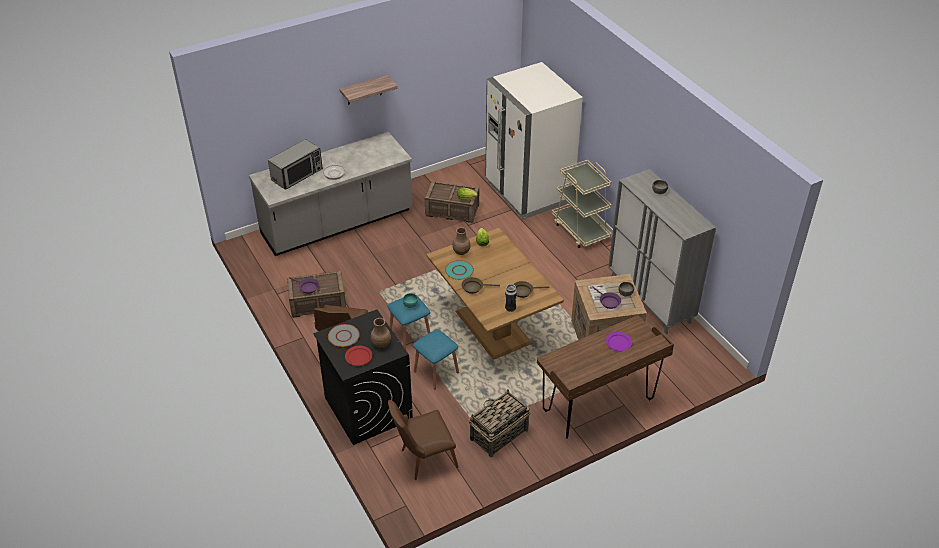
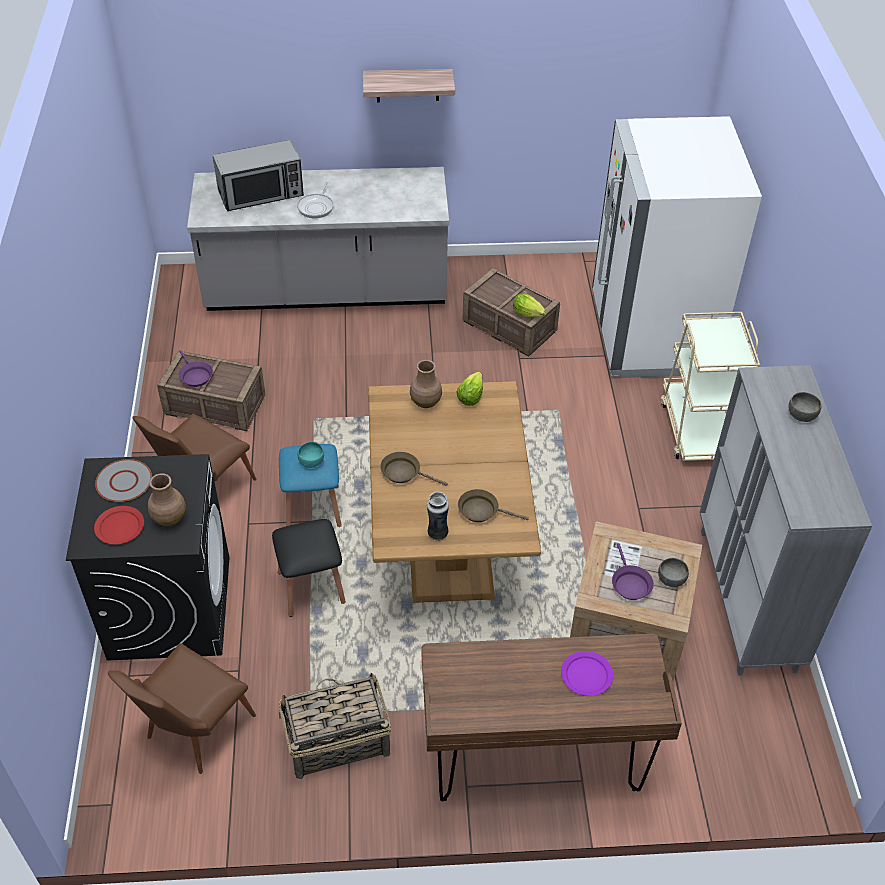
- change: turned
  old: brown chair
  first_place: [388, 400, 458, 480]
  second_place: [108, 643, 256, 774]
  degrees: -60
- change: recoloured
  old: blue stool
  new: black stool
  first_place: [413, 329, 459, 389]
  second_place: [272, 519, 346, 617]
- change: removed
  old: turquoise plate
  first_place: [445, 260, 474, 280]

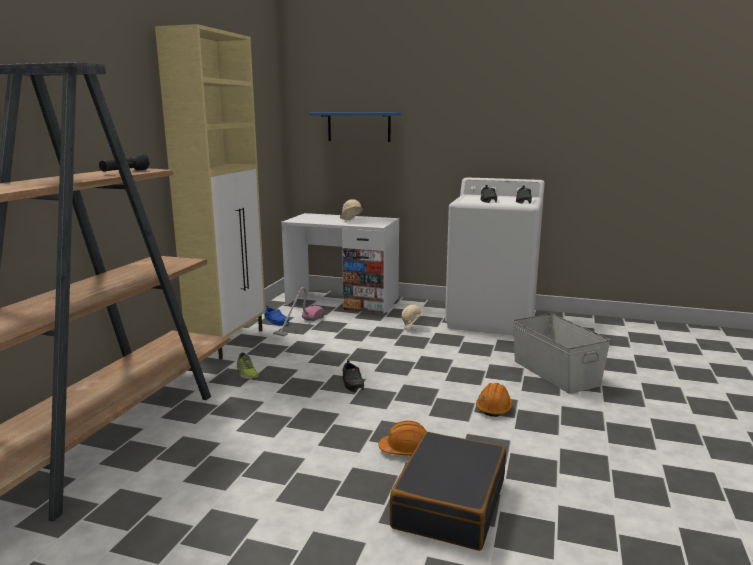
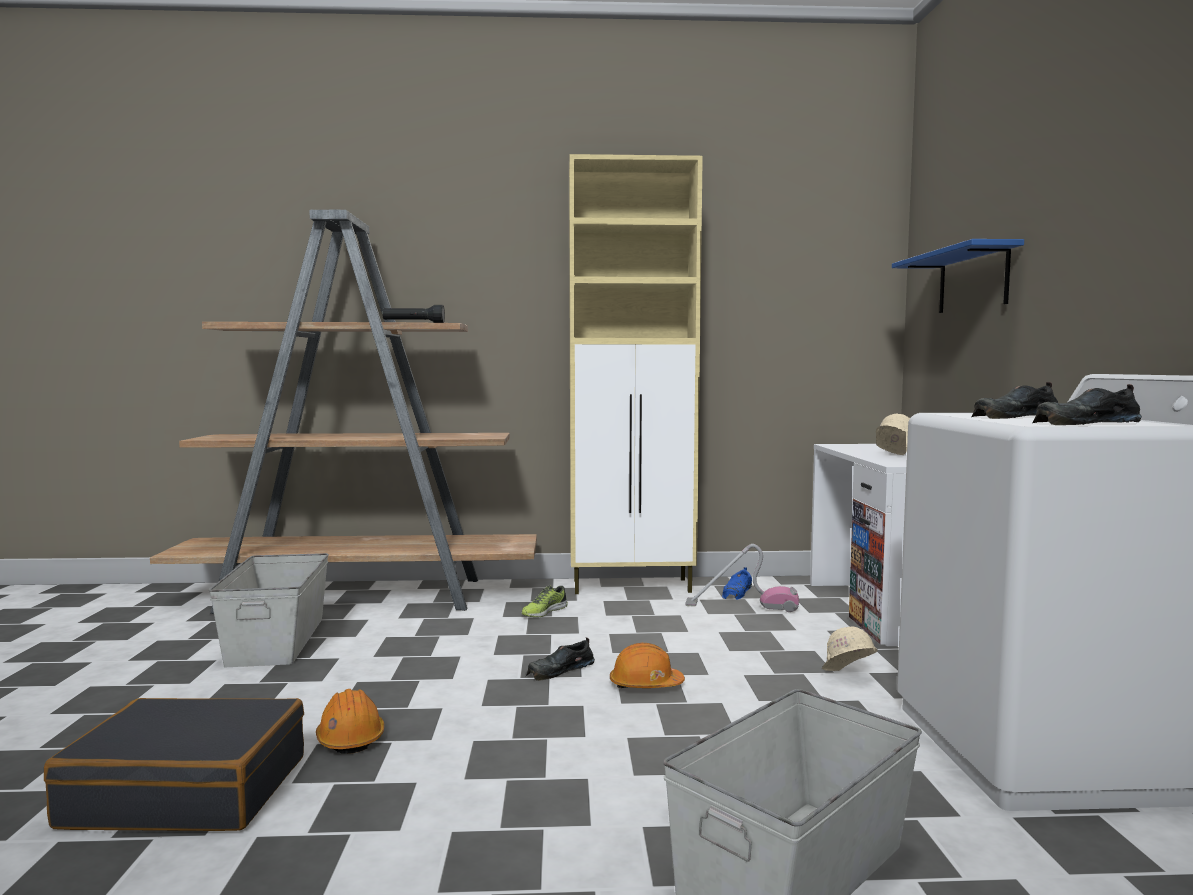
- change: added
  new: grey storage box
  second_place: [209, 553, 329, 667]
- change: moved
  old: orange hard hat
  first_place: [476, 383, 512, 417]
  second_place: [610, 643, 685, 688]

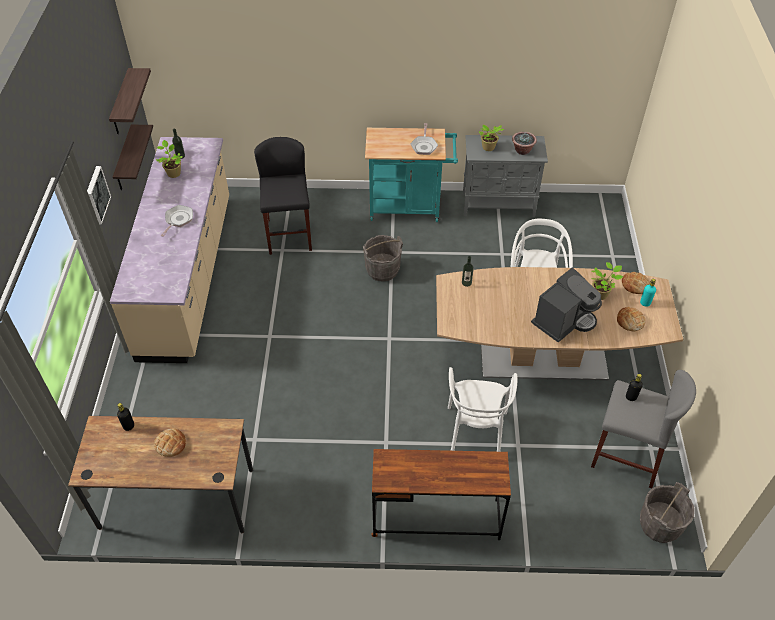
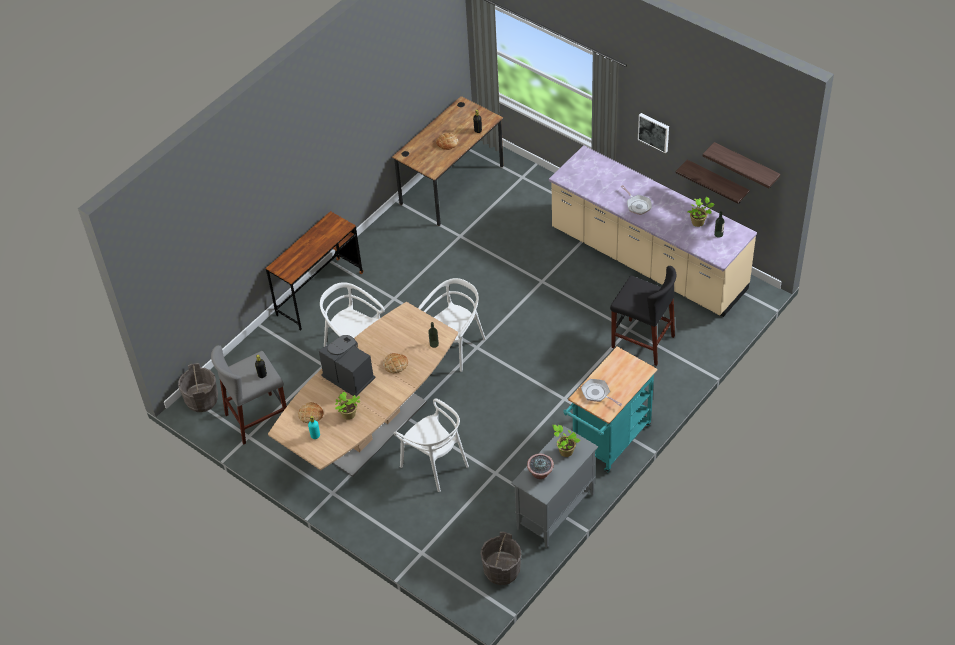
- change: turned
  old: coffee machine
  first_place: [531, 267, 602, 343]
  second_place: [319, 335, 375, 396]
  degrees: 135
- change: moved
  old: bread
  first_place: [622, 272, 650, 294]
  second_place: [383, 353, 408, 373]
- change: added
  new: white chair
  second_place: [418, 278, 486, 372]
- change: moved
  old: grey bucket
  first_place: [363, 235, 403, 282]
  second_place: [480, 532, 521, 585]

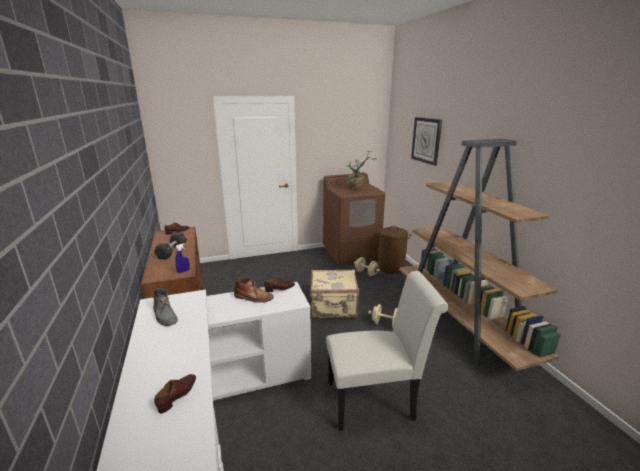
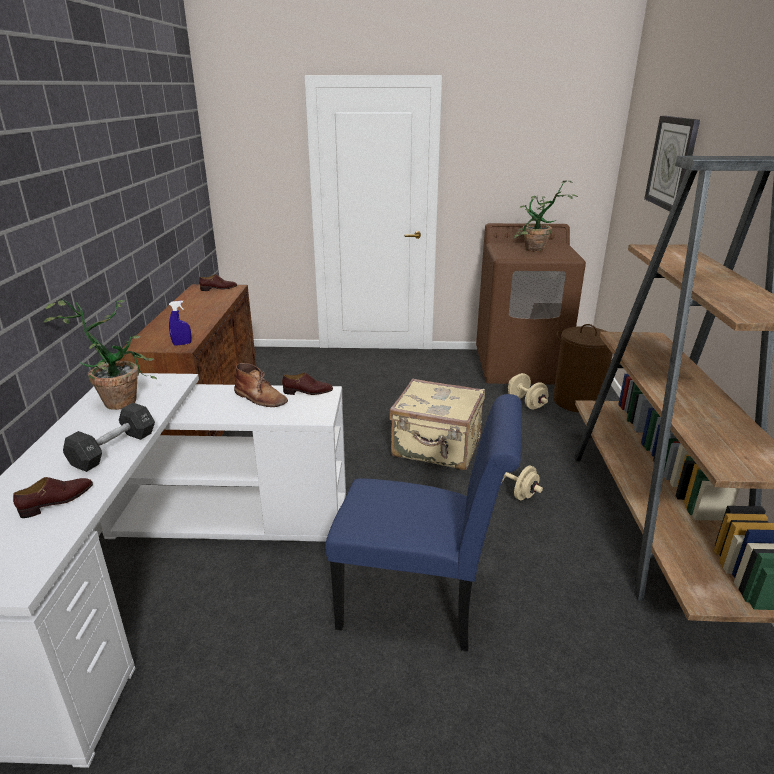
- change: replaced
  old: grey boot
  new: potted plant
  first_place: [153, 288, 178, 326]
  second_place: [44, 299, 157, 410]
- change: moved
  old: black dumbbell
  first_place: [154, 233, 187, 260]
  second_place: [63, 403, 155, 472]
- change: recoloured
  old: white chair
  new: blue chair
  first_place: [326, 271, 449, 431]
  second_place: [325, 394, 522, 651]

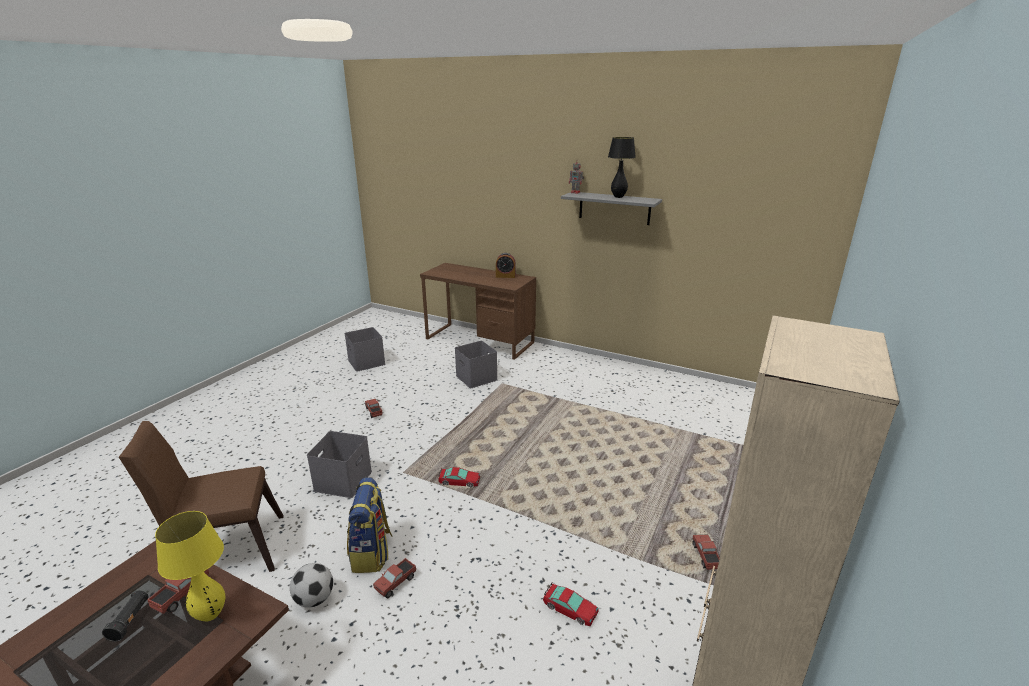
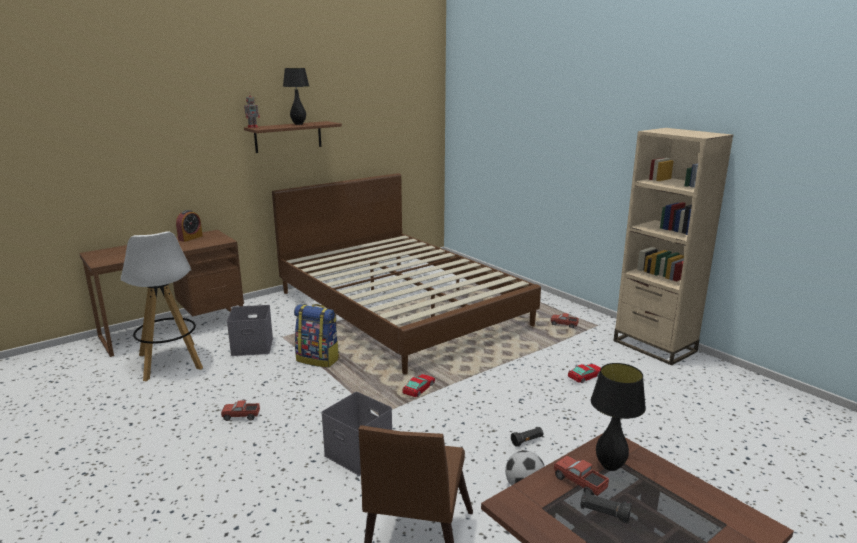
- change: added
  new: white stool
  second_place: [121, 231, 203, 381]
- change: recoloured
  old: grey shelf
  new: brown shelf
  first_place: [561, 192, 662, 225]
  second_place: [244, 121, 342, 153]
- change: added
  new: brown bed
  second_place: [272, 173, 541, 374]
- change: moved
  old: backpack
  first_place: [347, 477, 393, 573]
  second_place: [294, 304, 339, 368]
- change: replaced
  old: toy truck
  new: black flashlight
  first_place: [373, 558, 416, 598]
  second_place: [511, 427, 544, 447]
- change: recoloured
  old: yellow table lamp
  new: black table lamp
  first_place: [155, 511, 225, 621]
  second_place: [591, 363, 646, 471]
- change: removed
  old: grey storage box
  first_place: [344, 327, 385, 372]

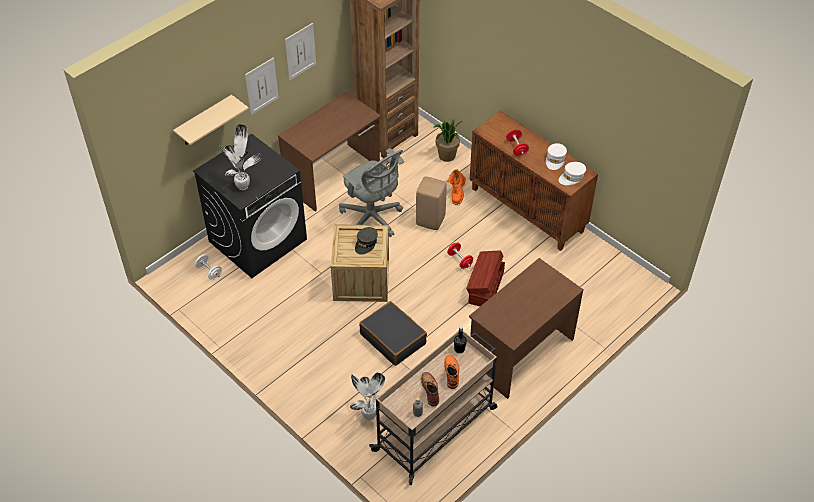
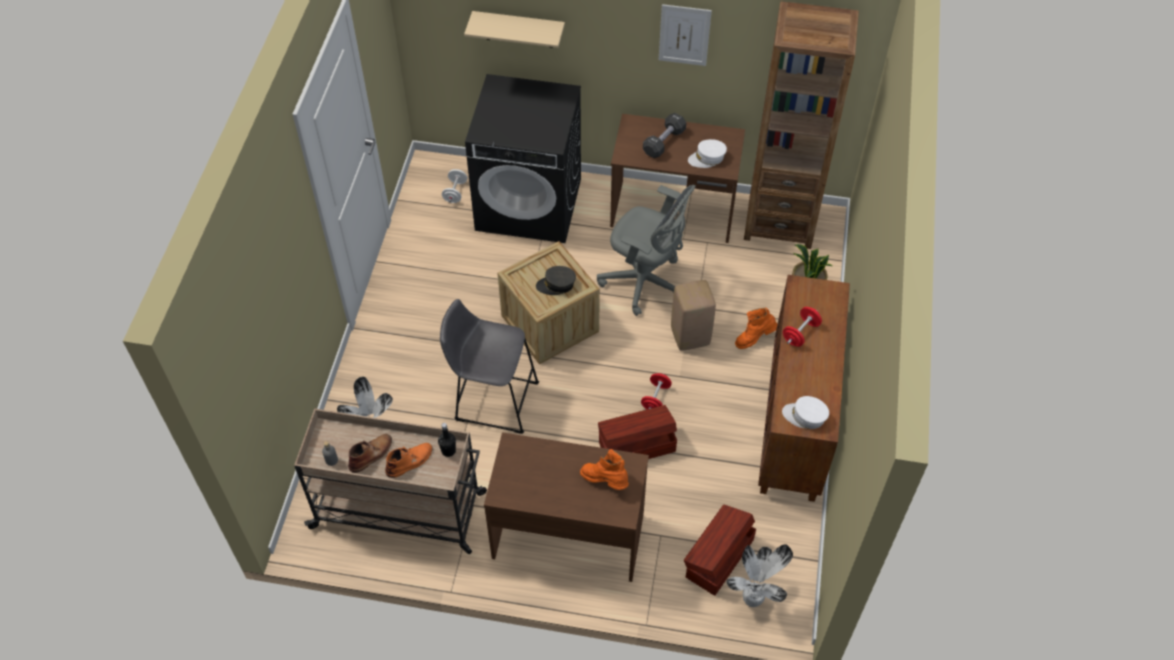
- change: replaced
  old: black suitcase
  new: grey stool
  first_place: [359, 301, 427, 366]
  second_place: [440, 299, 539, 434]
- change: added
  new: orange boot
  second_place: [580, 449, 629, 490]
- change: turned
  old: grey office chair
  first_place: [339, 148, 404, 237]
  second_place: [597, 185, 696, 316]
  degrees: -75
- change: added
  new: black dumbbell
  second_place: [643, 113, 686, 158]
- change: added
  new: brown storage box
  second_place: [684, 504, 756, 596]
- change: moved
  old: white cap
  first_place: [546, 143, 567, 170]
  second_place: [688, 139, 727, 168]
- change: moved
  old: potted plant
  first_place: [219, 124, 262, 190]
  second_place: [726, 544, 793, 607]
- change: removed
  old: picture
  first_place: [245, 58, 279, 115]

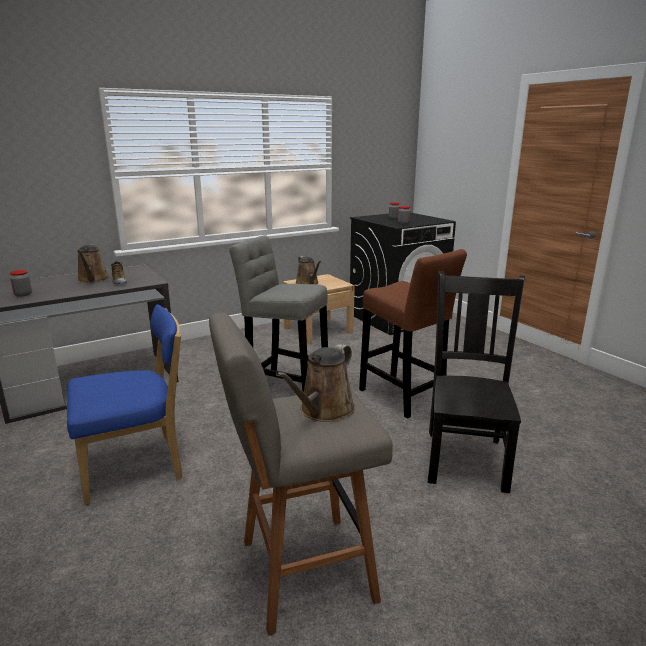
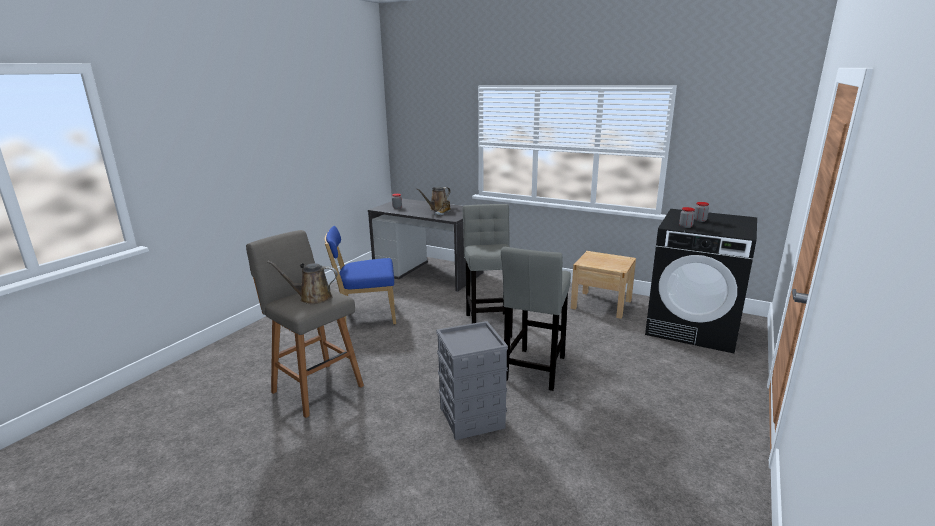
- change: turned
  old: blue chair
  first_place: [67, 304, 183, 505]
  second_place: [325, 226, 396, 325]
  degrees: 135
- change: replaced
  old: black chair
  new: grey storage box
  first_place: [428, 272, 525, 493]
  second_place: [436, 321, 508, 440]
- change: recoloured
  old: brown stool
  new: grey stool
  first_place: [359, 249, 467, 419]
  second_place: [501, 247, 571, 391]
- change: removed
  old: brown watering can
  first_place: [295, 256, 321, 284]

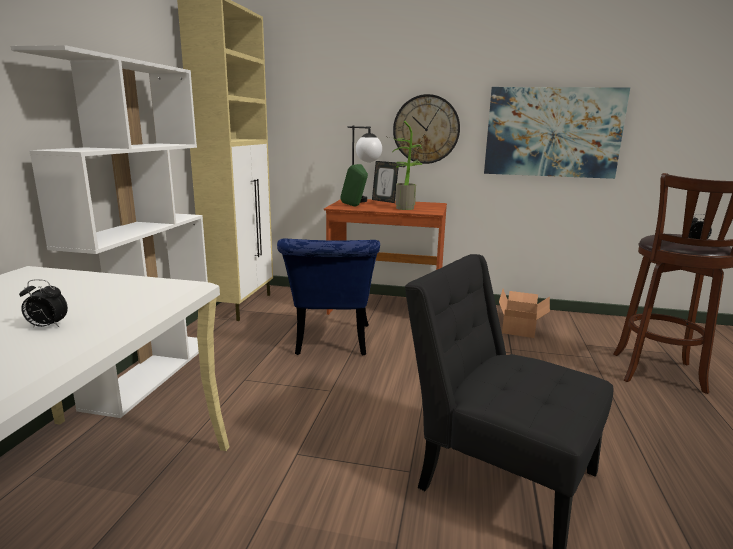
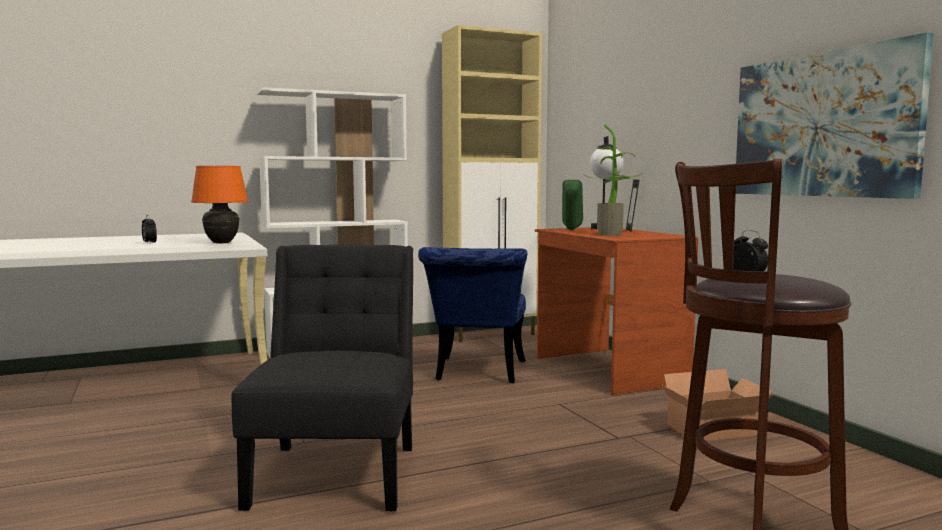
- change: added
  new: orange table lamp
  second_place: [191, 166, 248, 243]
- change: turned
  old: blue chair
  first_place: [277, 239, 380, 355]
  second_place: [418, 247, 527, 383]
  degrees: -45
- change: removed
  old: wall clock
  first_place: [393, 94, 460, 164]

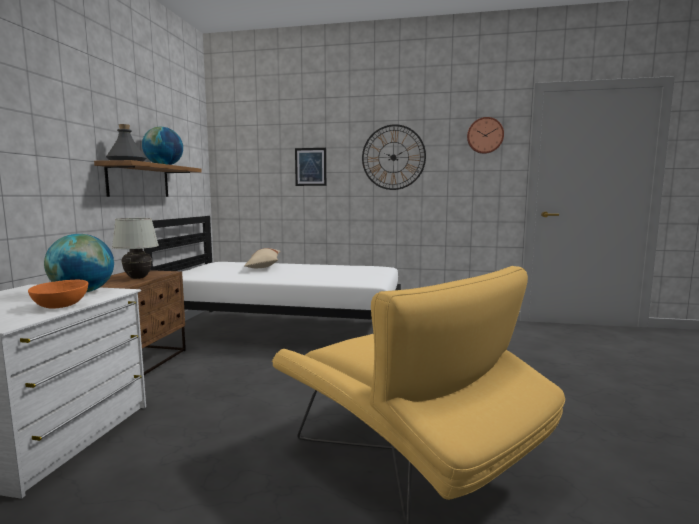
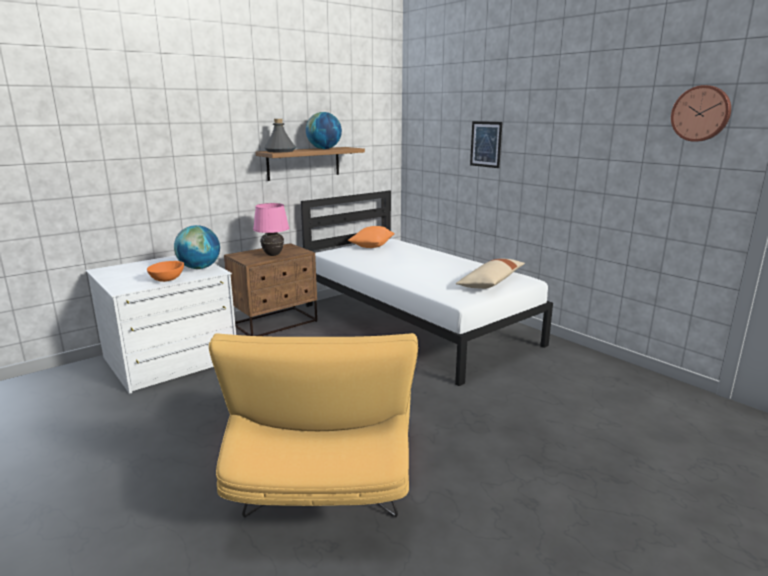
- change: recoloured
  old: white table lamp
  new: pink table lamp
  first_place: [112, 218, 159, 279]
  second_place: [253, 203, 289, 256]
- change: added
  new: orange pillow
  second_place: [348, 226, 395, 248]
- change: moved
  old: beige pillow
  first_place: [244, 248, 280, 268]
  second_place: [456, 259, 525, 289]
- change: removed
  old: wall clock
  first_place: [362, 124, 426, 190]

